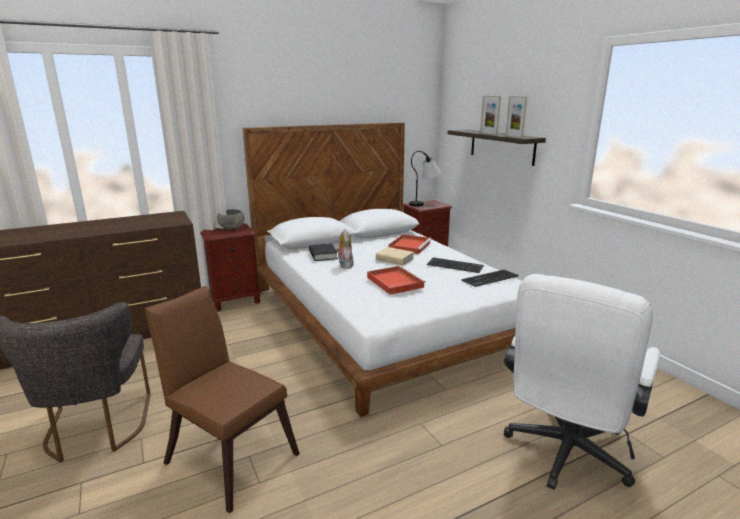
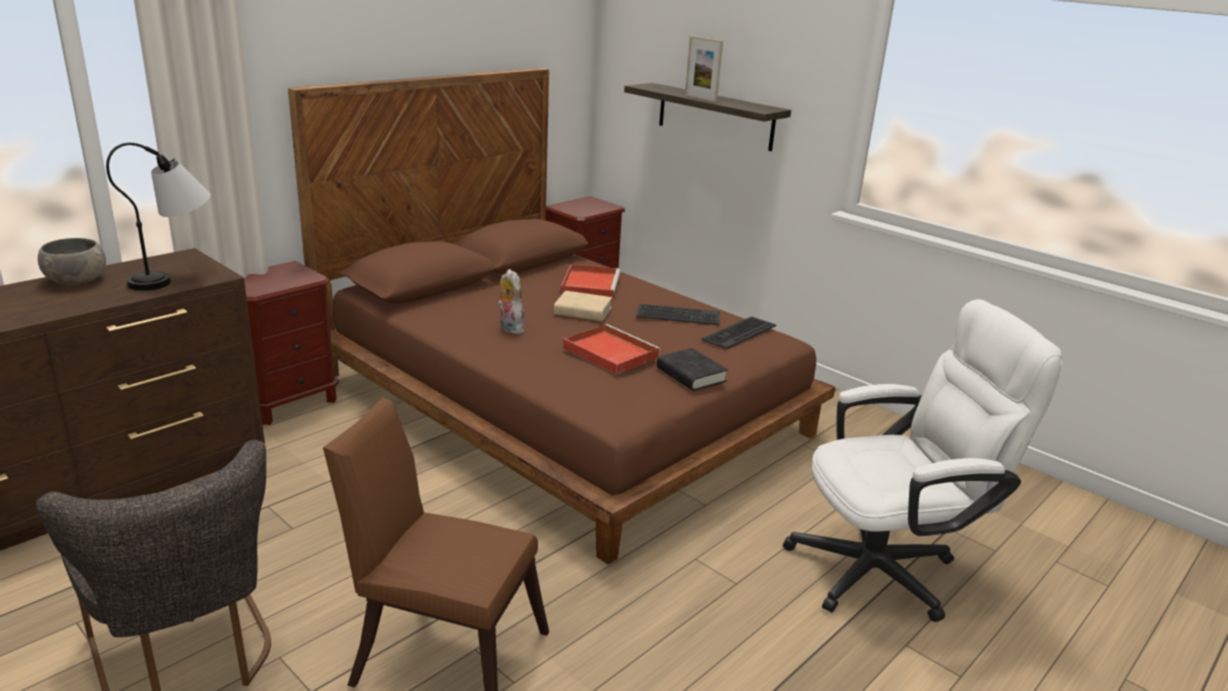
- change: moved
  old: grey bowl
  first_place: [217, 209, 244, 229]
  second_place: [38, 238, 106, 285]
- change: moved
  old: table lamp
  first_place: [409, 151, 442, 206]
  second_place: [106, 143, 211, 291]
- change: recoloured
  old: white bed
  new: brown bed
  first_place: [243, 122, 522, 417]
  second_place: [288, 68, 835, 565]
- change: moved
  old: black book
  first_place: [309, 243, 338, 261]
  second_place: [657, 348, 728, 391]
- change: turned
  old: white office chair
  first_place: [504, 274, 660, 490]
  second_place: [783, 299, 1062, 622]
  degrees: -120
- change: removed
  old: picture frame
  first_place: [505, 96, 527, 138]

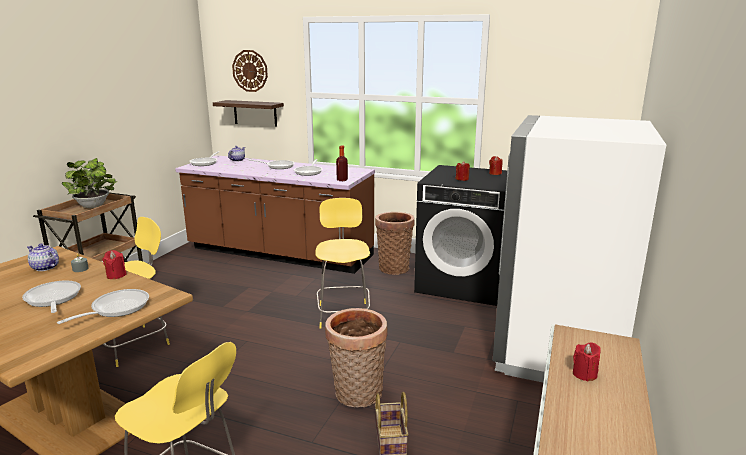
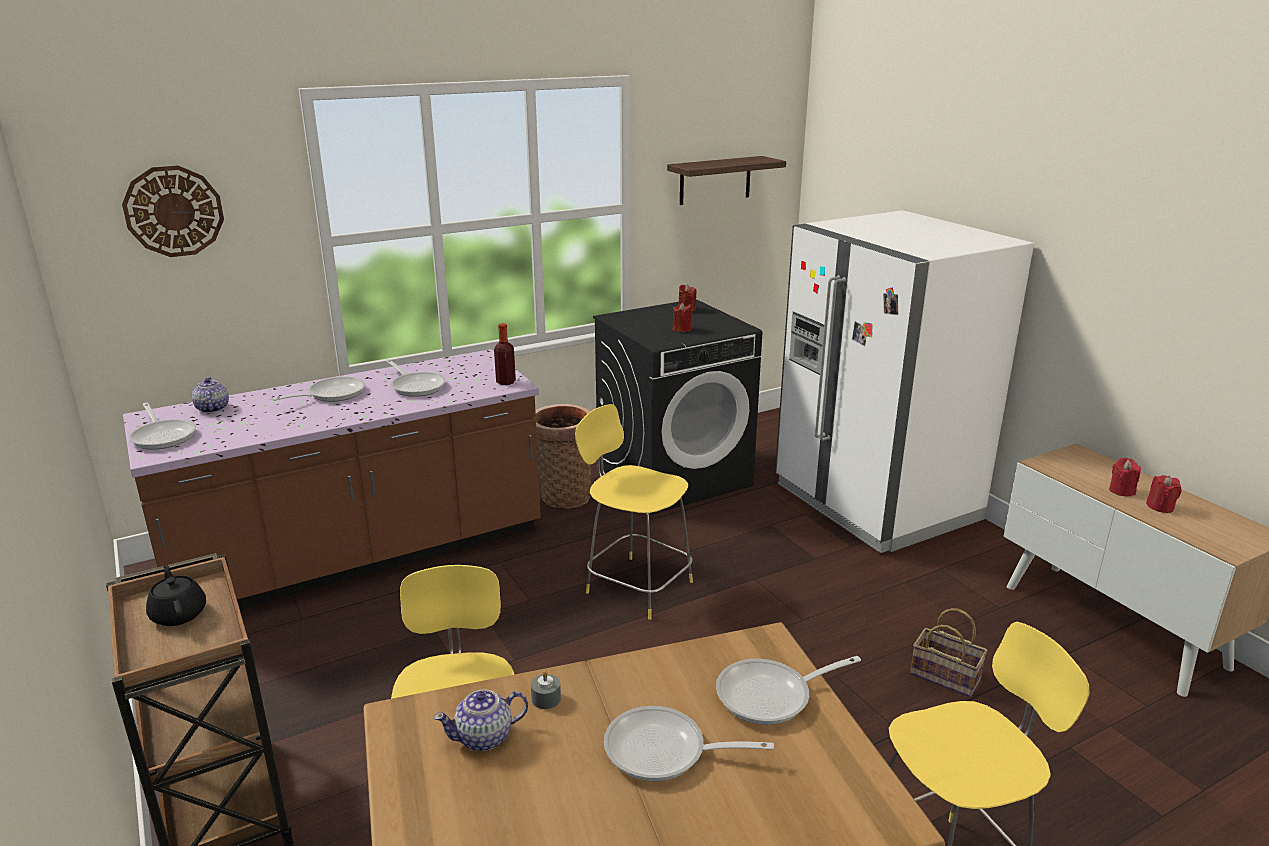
- change: replaced
  old: potted plant
  new: black teapot
  first_place: [62, 158, 117, 208]
  second_place: [146, 565, 206, 626]
- change: moved
  old: shelf
  first_place: [213, 100, 284, 127]
  second_place: [667, 156, 786, 205]
- change: turned
  old: frying pan
  first_place: [57, 289, 149, 324]
  second_place: [716, 656, 861, 725]
  degrees: -90
- change: moved
  old: red candle
  first_place: [102, 250, 127, 279]
  second_place: [1146, 475, 1182, 513]
- change: removed
  old: basket
  first_place: [325, 308, 388, 408]

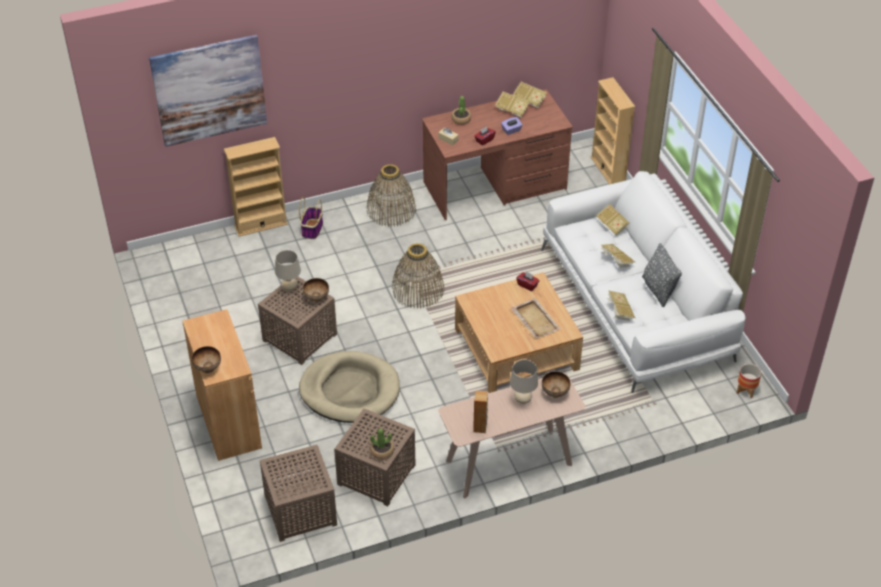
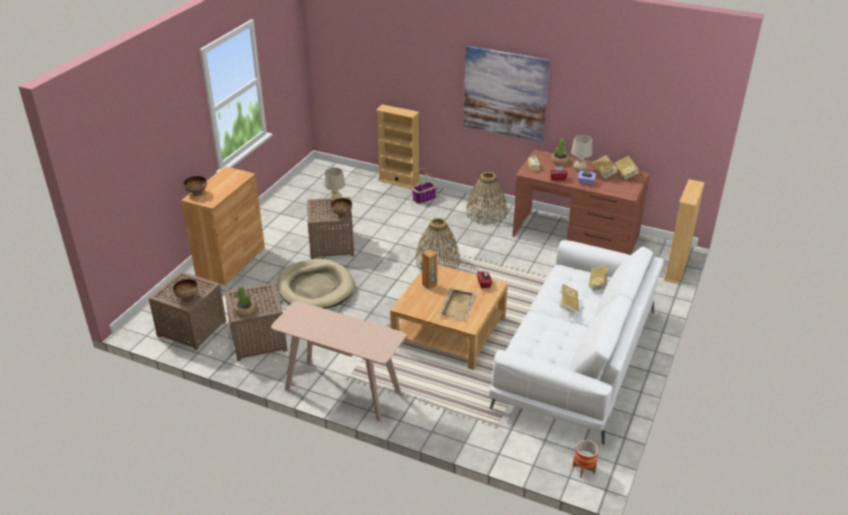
- change: moved
  old: bowl
  first_place: [542, 371, 571, 398]
  second_place: [173, 279, 198, 301]
- change: moved
  old: brown speaker
  first_place: [473, 391, 488, 433]
  second_place: [422, 249, 437, 290]
- change: moved
  old: picture
  first_place: [149, 35, 267, 147]
  second_place: [464, 46, 550, 142]
- change: moved
  old: beige table lamp
  first_place: [510, 360, 538, 404]
  second_place: [571, 135, 592, 172]
- change: removed
  old: book
  first_place: [607, 291, 635, 321]
- change: removed
  old: grey pillow
  first_place: [642, 243, 682, 307]

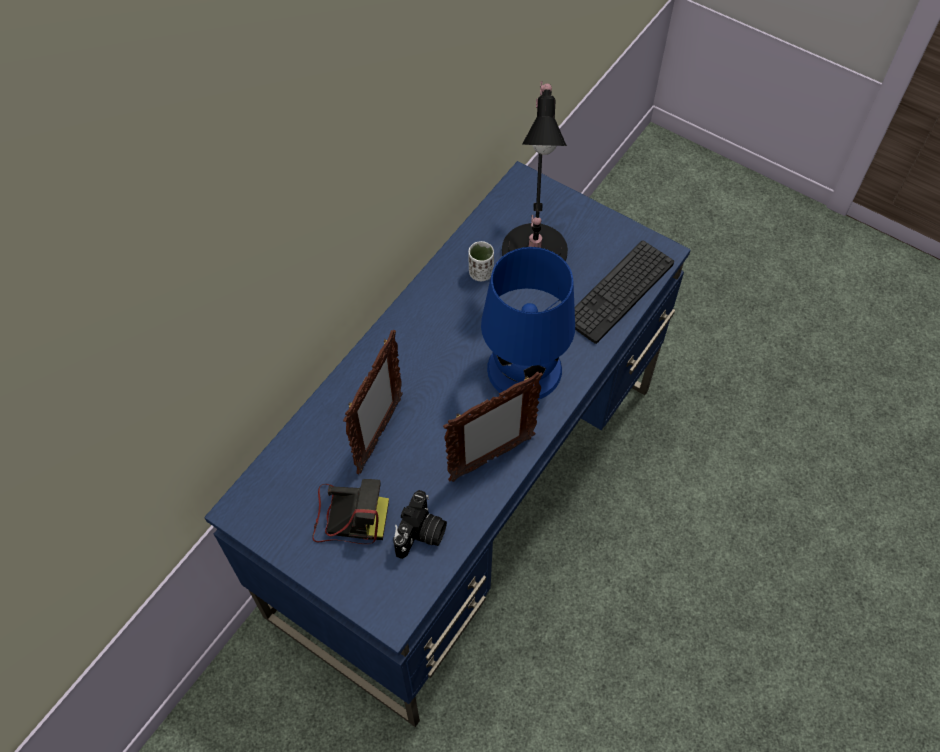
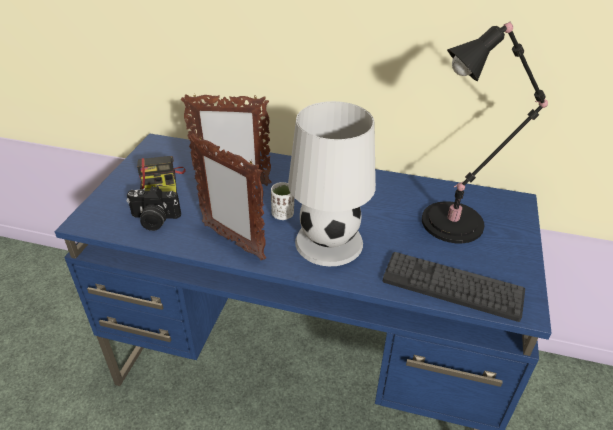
- change: moved
  old: white cup
  first_place: [469, 241, 494, 281]
  second_place: [271, 182, 294, 220]
- change: recoloured
  old: blue table lamp
  new: white table lamp
  first_place: [481, 247, 575, 400]
  second_place: [288, 101, 376, 266]

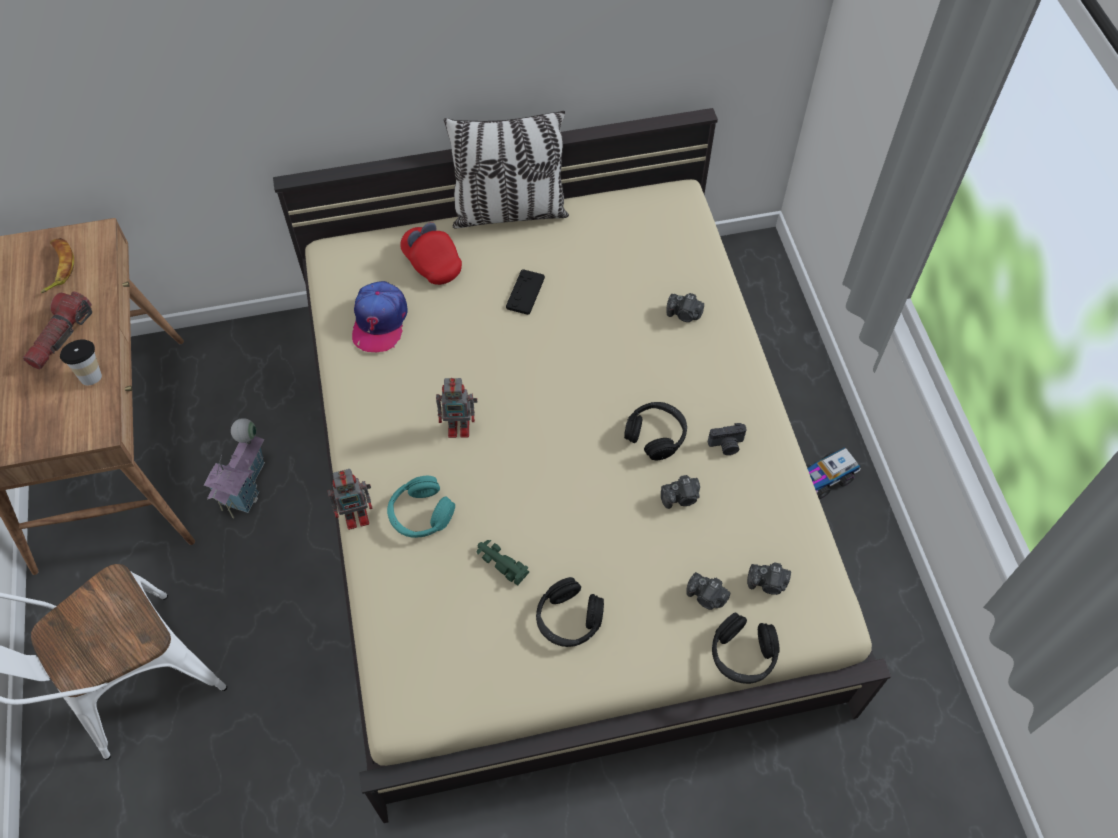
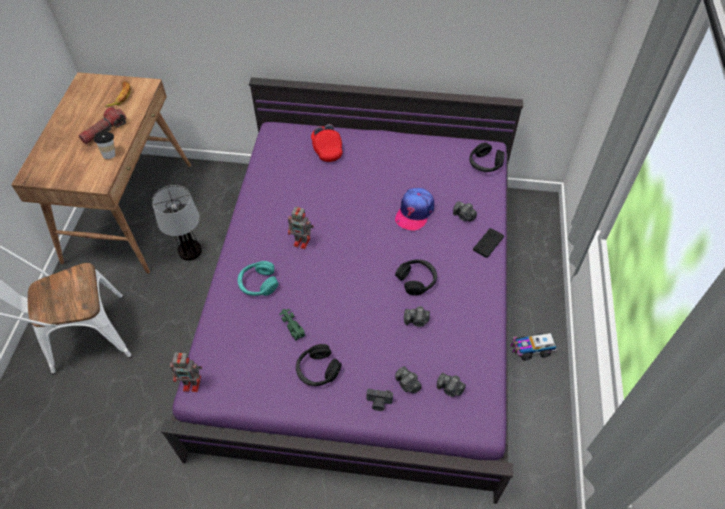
- change: replaced
  old: toy house
  new: table lamp
  first_place: [204, 418, 265, 519]
  second_place: [152, 185, 202, 261]
- change: recoloured
  old: beige bed
  new: purple bed
  first_place: [273, 108, 891, 823]
  second_place: [161, 77, 523, 504]
- change: moved
  old: toy robot
  first_place: [327, 469, 373, 530]
  second_place: [170, 353, 202, 392]
- change: moved
  old: photo camera
  first_place: [708, 423, 747, 455]
  second_place: [366, 389, 393, 411]
- change: moved
  old: cap
  first_place: [352, 281, 408, 352]
  second_place: [395, 188, 434, 231]
- change: moved
  old: black headphones
  first_place: [712, 613, 780, 684]
  second_place: [469, 142, 504, 172]
- change: moved
  old: black game controller
  first_place: [506, 269, 545, 315]
  second_place: [473, 228, 504, 258]
- change: removed
  old: pillow
  first_place: [444, 111, 569, 228]

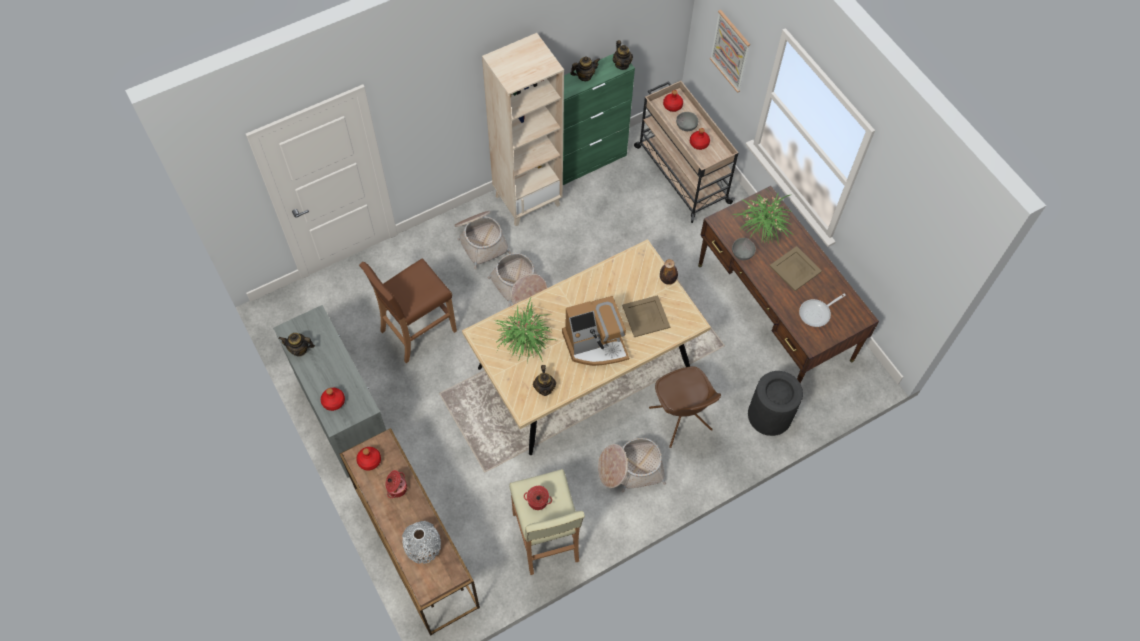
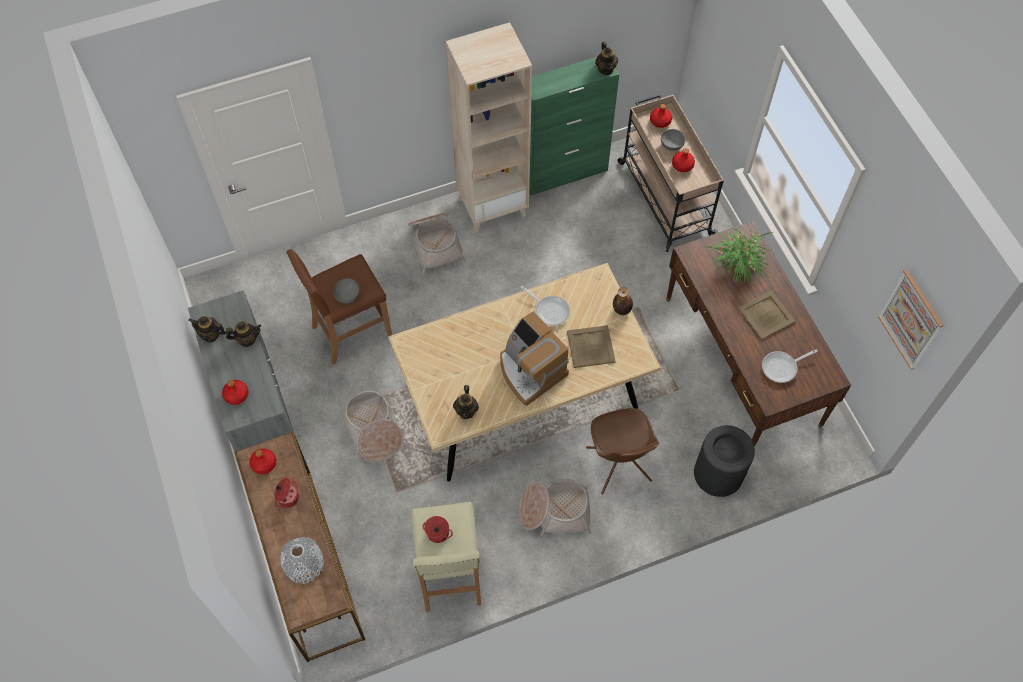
- change: moved
  old: teapot
  first_place: [570, 56, 600, 81]
  second_place: [226, 321, 261, 347]
- change: moved
  old: grey bowl
  first_place: [732, 238, 756, 260]
  second_place: [333, 278, 360, 304]
- change: moved
  old: basket
  first_place: [488, 253, 548, 307]
  second_place: [340, 391, 403, 462]
- change: turned
  old: coffee machine
  first_place: [562, 296, 629, 366]
  second_place: [500, 311, 569, 406]
  degrees: 60
- change: added
  new: frying pan
  second_place: [520, 286, 570, 326]
- change: moved
  old: picture
  first_place: [710, 10, 750, 93]
  second_place: [878, 269, 944, 370]
- change: removed
  old: potted plant
  first_place: [496, 298, 555, 363]

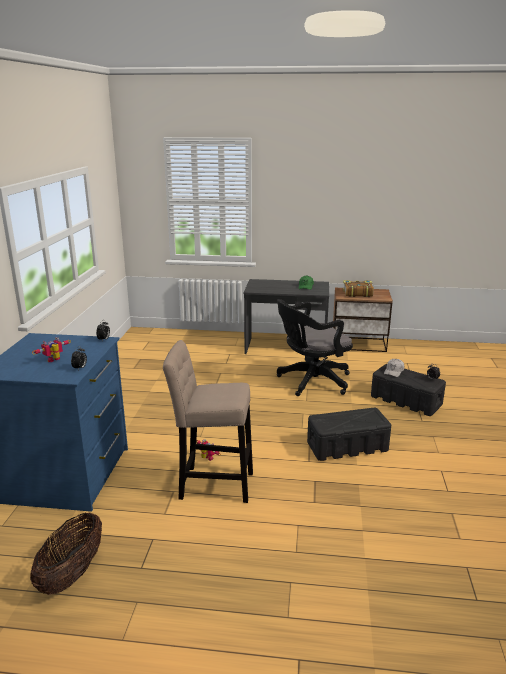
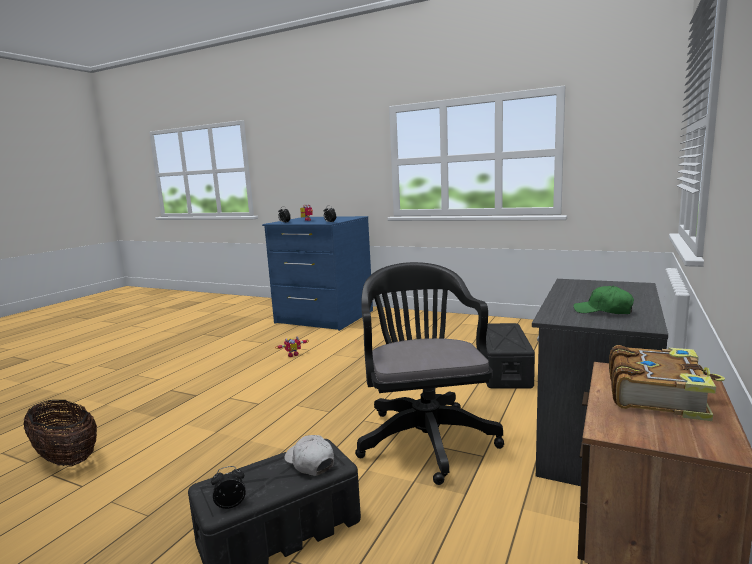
- change: moved
  old: basket
  first_place: [30, 512, 102, 595]
  second_place: [23, 400, 97, 467]
- change: moved
  old: black storage box
  first_place: [307, 408, 391, 461]
  second_place: [486, 323, 535, 389]
- change: removed
  old: beige stool
  first_place: [163, 340, 253, 503]

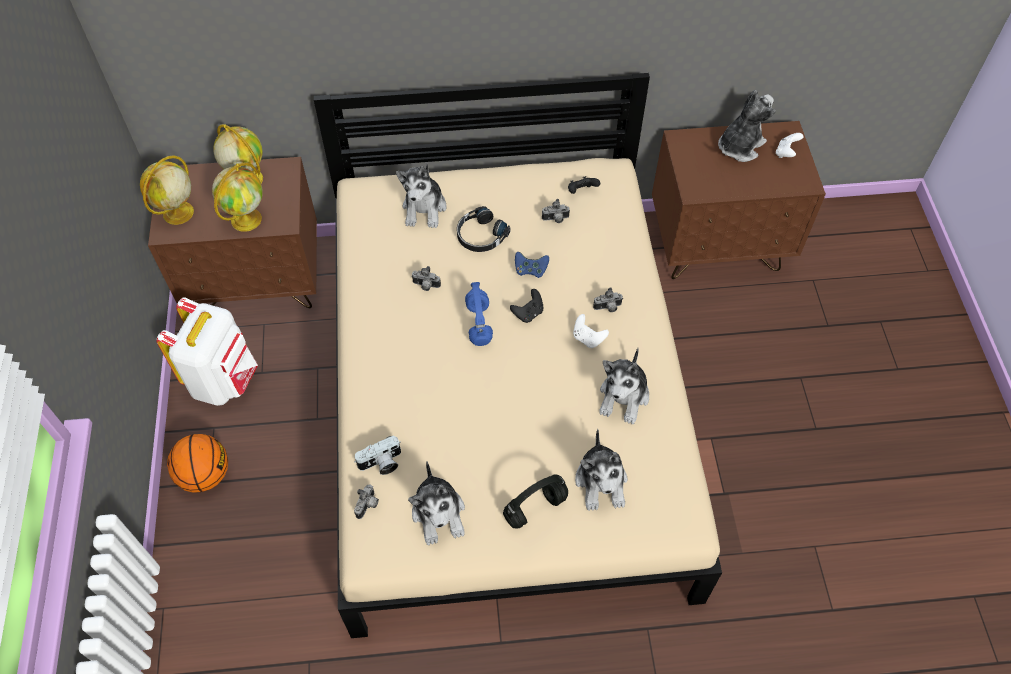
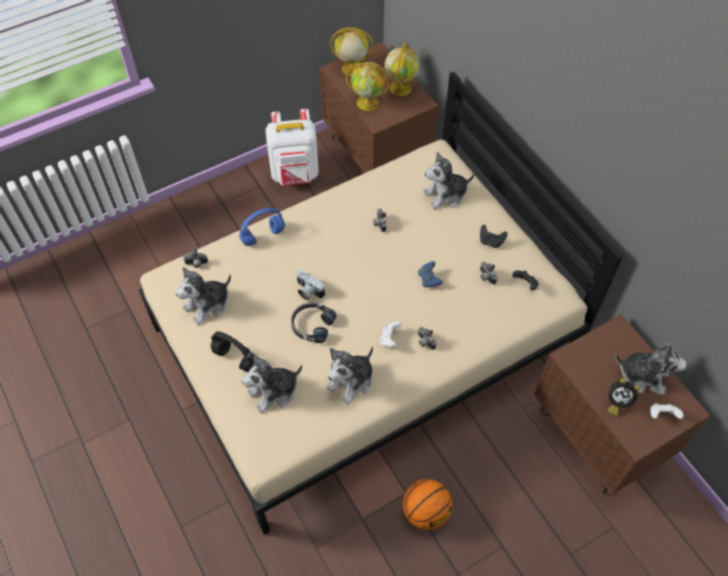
- change: moved
  old: blue headphones
  first_place: [465, 282, 493, 346]
  second_place: [239, 208, 285, 246]
- change: moved
  old: black headphones
  first_place: [457, 206, 510, 252]
  second_place: [291, 302, 336, 343]
- change: moved
  old: photo camera
  first_place: [355, 436, 401, 475]
  second_place: [296, 269, 325, 301]
- change: turned
  old: plush toy
  first_place: [599, 348, 649, 424]
  second_place: [327, 347, 373, 405]
  degrees: -45
- change: moved
  old: basketball
  first_place: [167, 434, 228, 493]
  second_place: [403, 479, 452, 531]
- change: moved
  old: black game controller
  first_place: [510, 289, 544, 323]
  second_place: [480, 225, 507, 248]
- change: added
  new: alarm clock
  second_place: [607, 378, 640, 416]

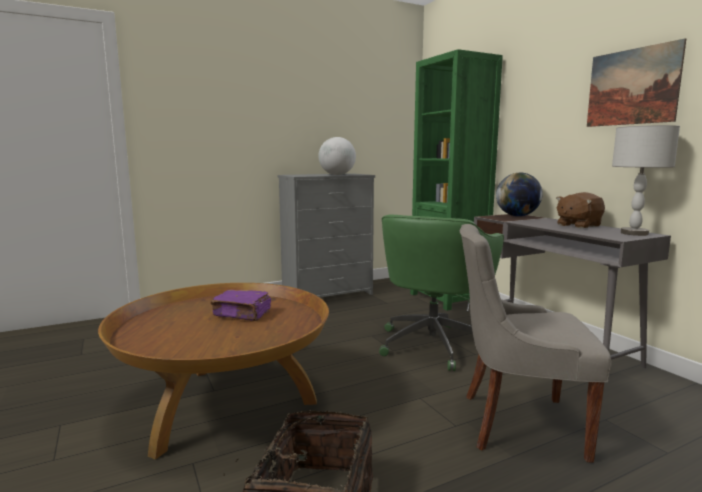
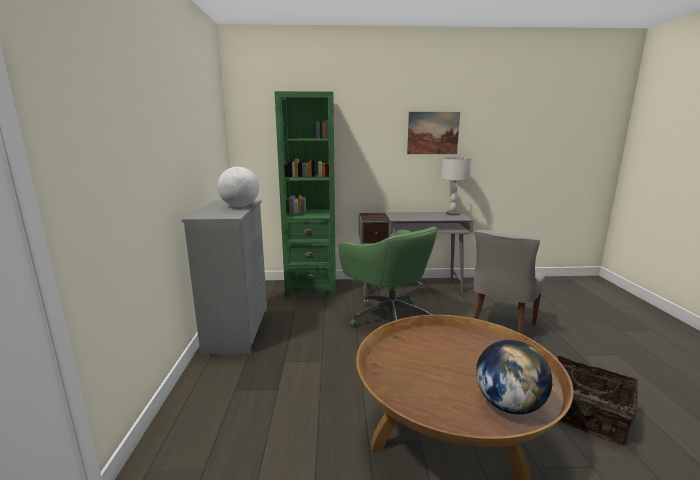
- change: moved
  old: globe
  first_place: [496, 173, 543, 216]
  second_place: [476, 340, 552, 414]
- change: removed
  old: purple book
  first_place: [210, 289, 271, 321]
- change: removed
  old: brown plush toy
  first_place: [556, 192, 605, 228]

